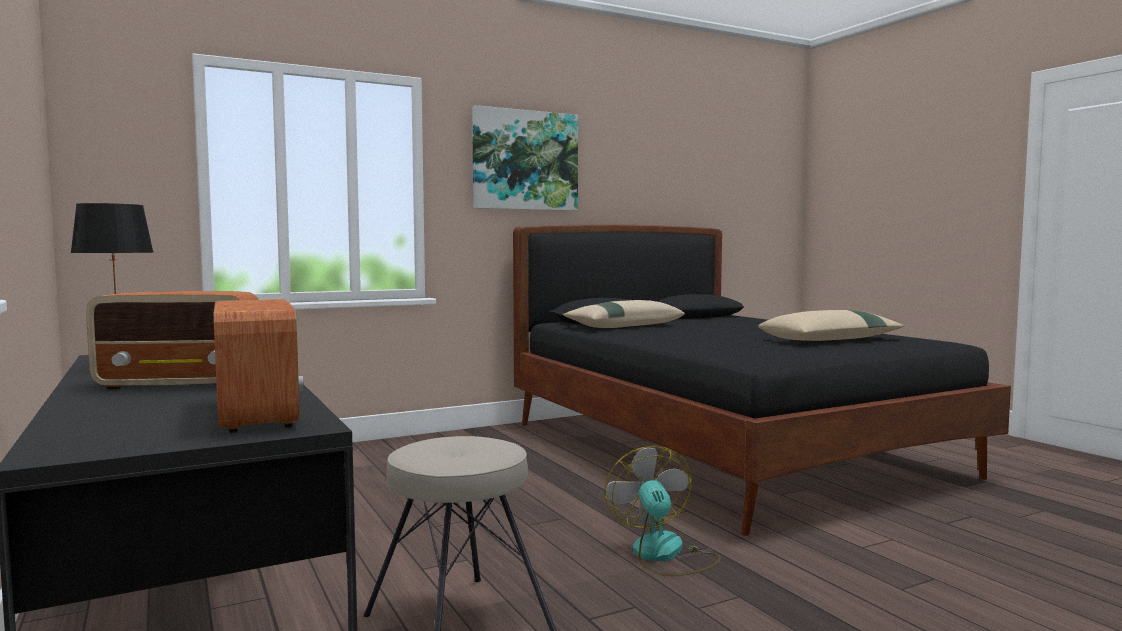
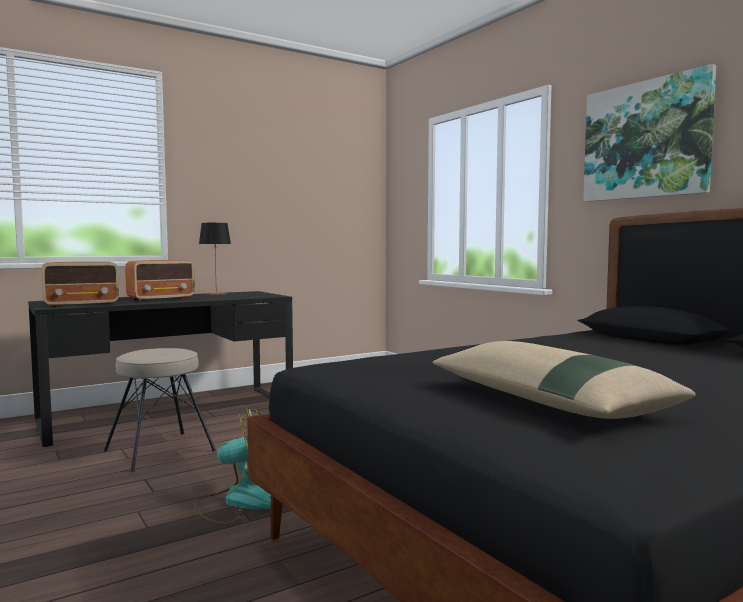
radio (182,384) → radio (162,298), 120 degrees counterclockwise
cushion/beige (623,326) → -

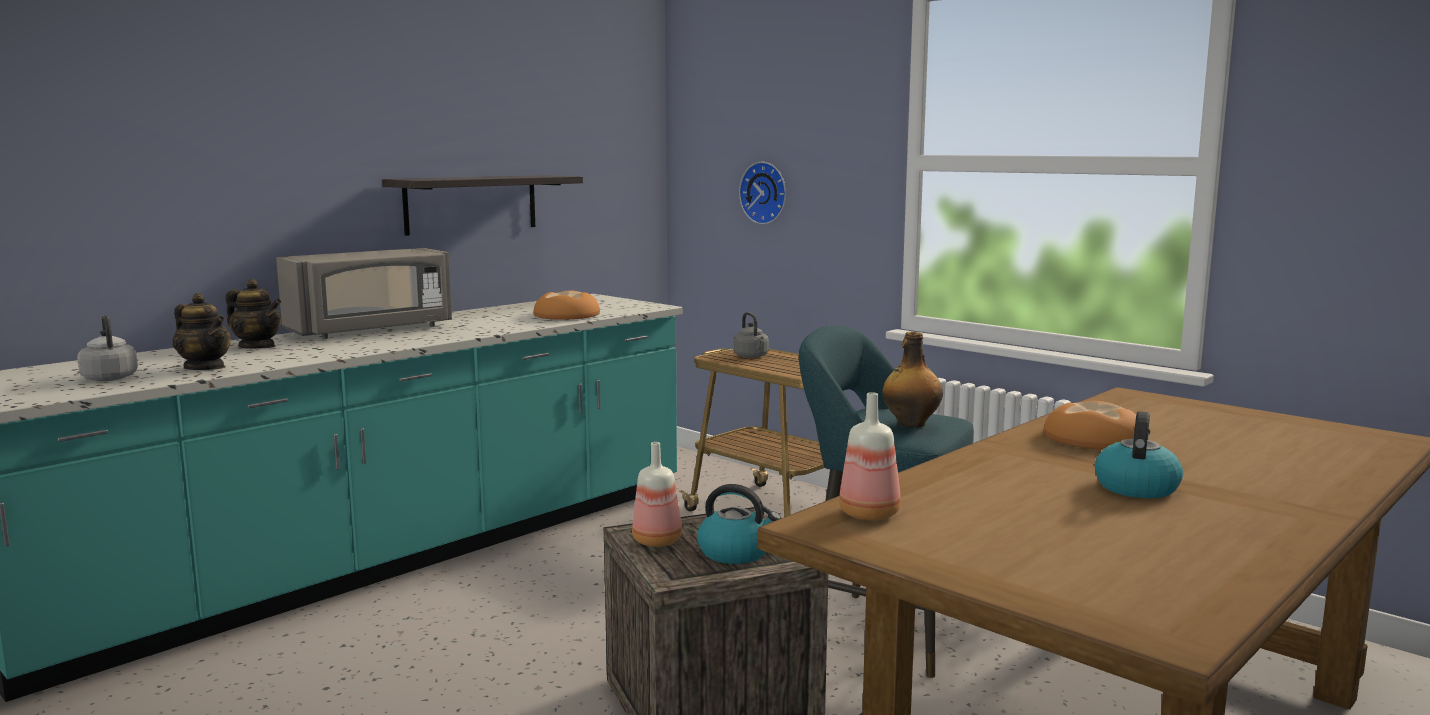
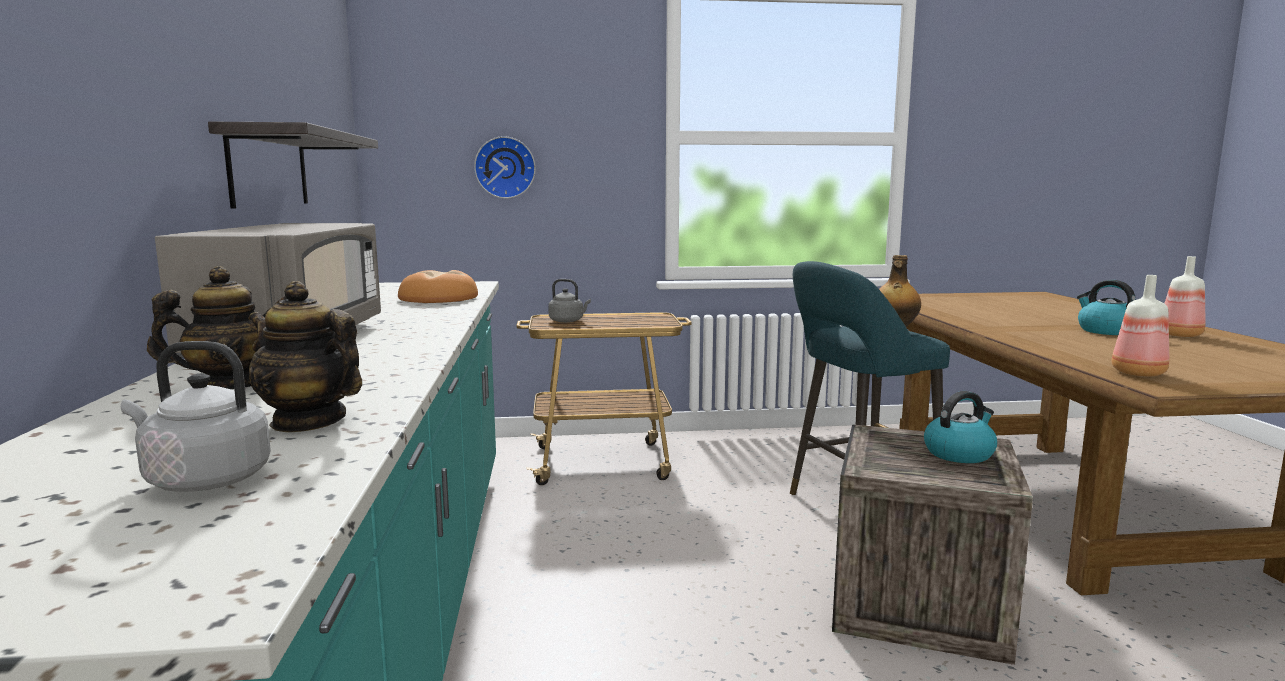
pot for tea (205,368) → pot for tea (308,421), 135 degrees counterclockwise
baked bread (1094,438) → -
drink bottle (657,540) → drink bottle (1178,335), moved

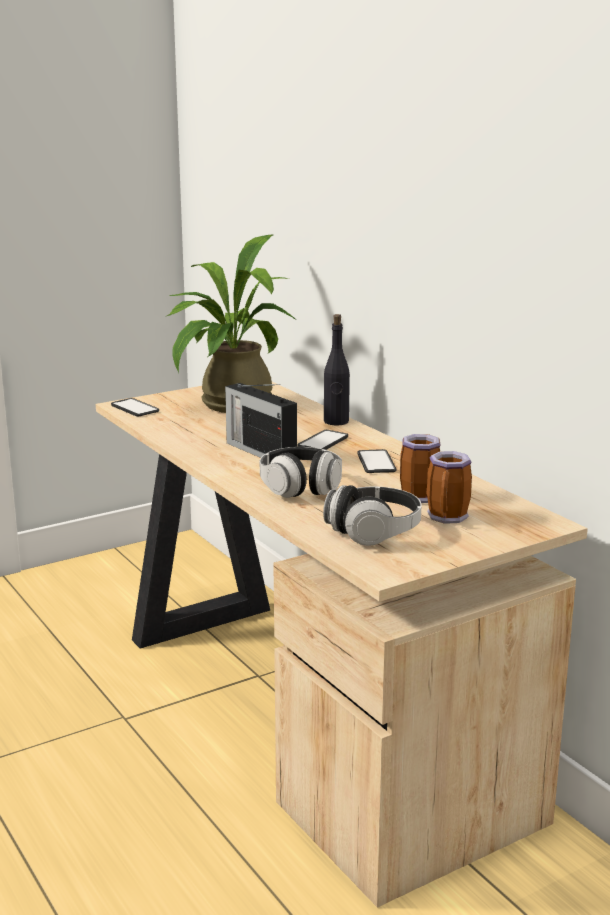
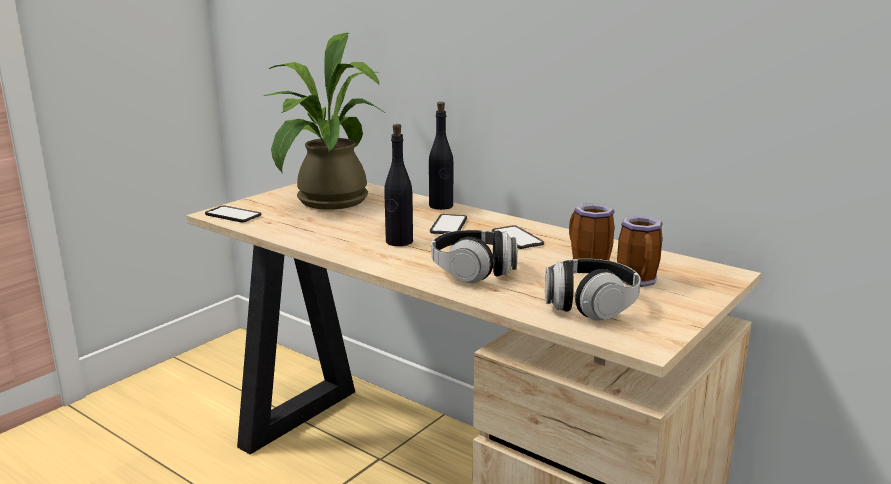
radio (260,452) → drink bottle/black (399,242)

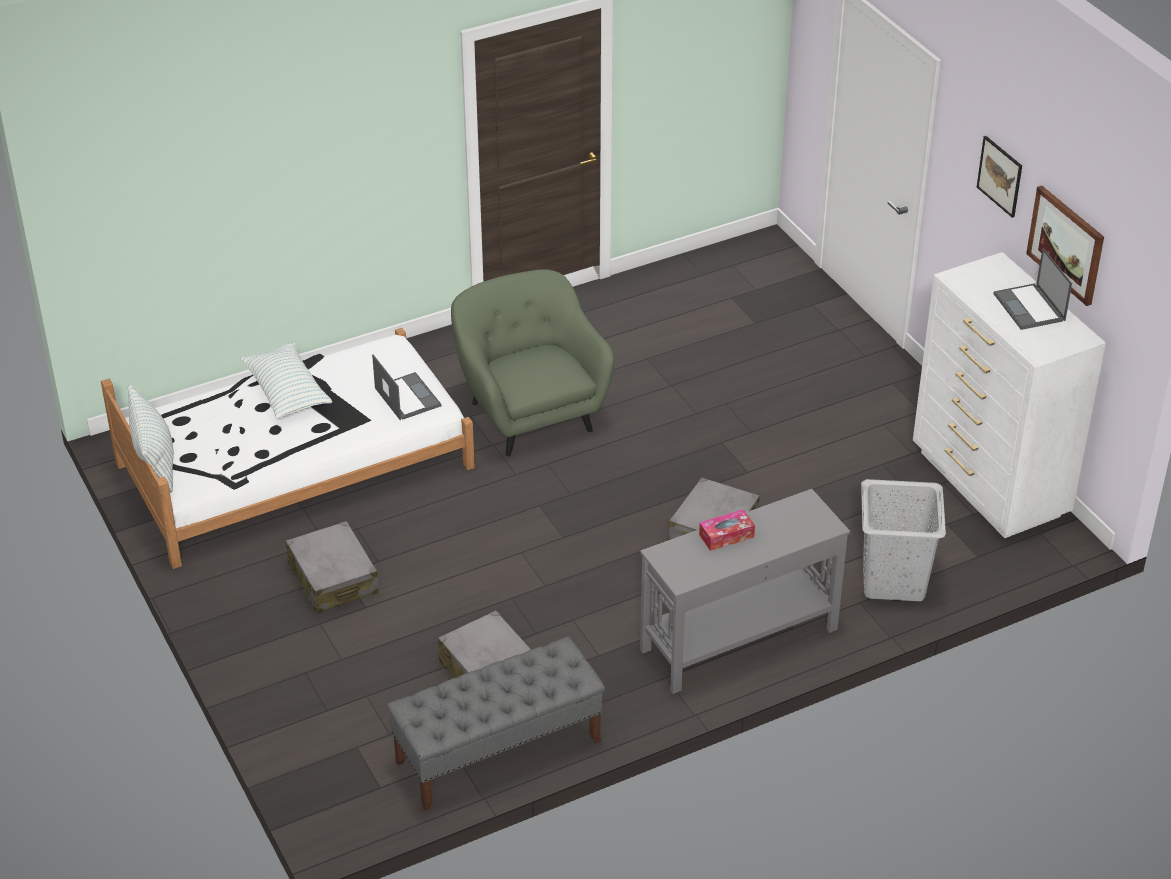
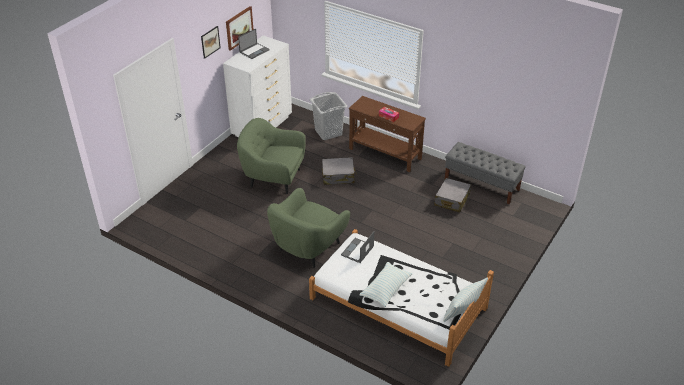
hall table/grey (737,639) → hall table/brown-coloured (385,154)
travel case/grey (333,578) → -
- → armchair/green (273,178)

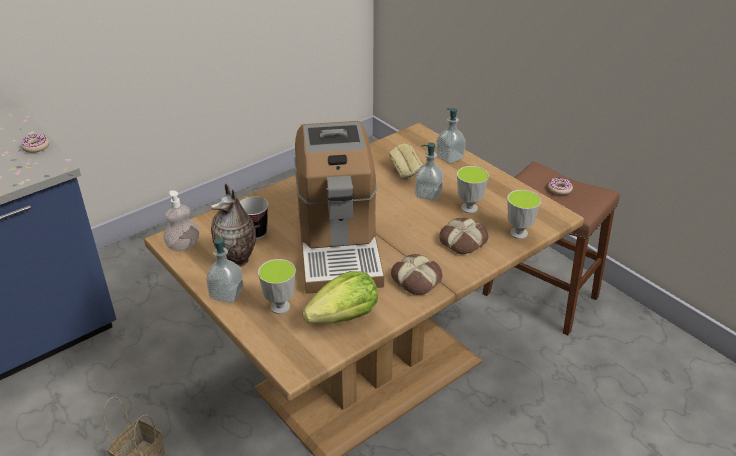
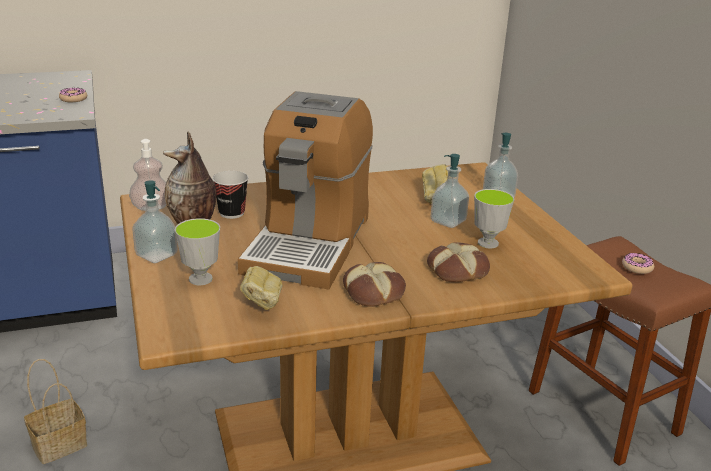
drinking cup (518,233) → -
lettuce head (344,317) → baked bread (262,305)

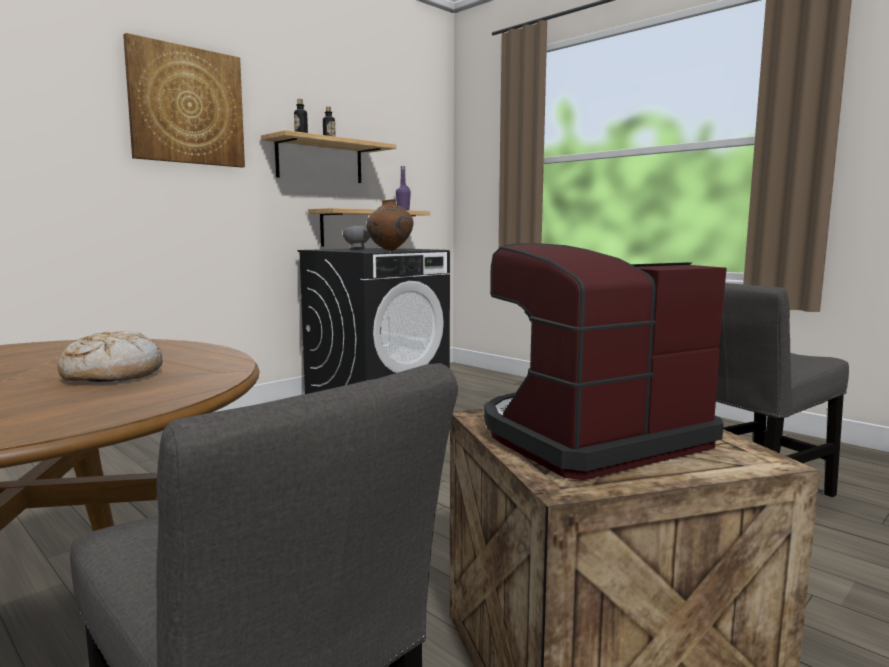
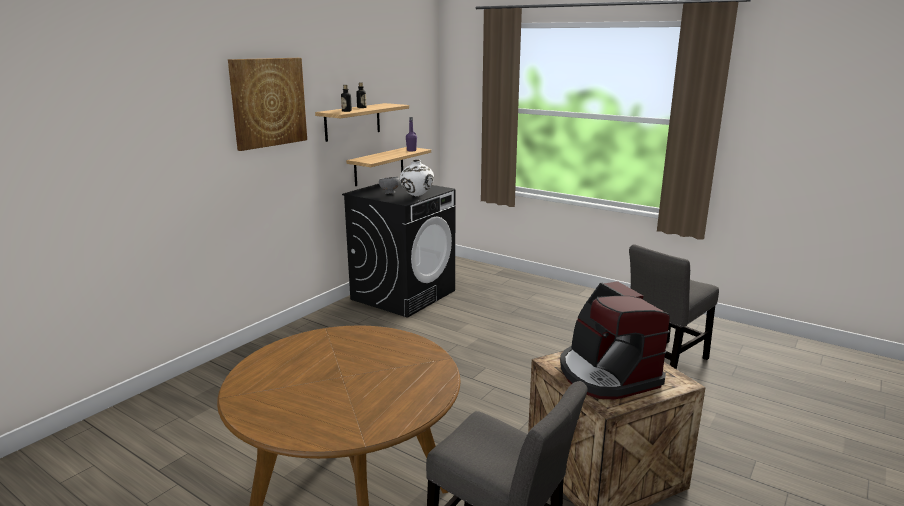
flower vase/brown-coloured (390,250) → flower vase/white-coloured (417,196)
coffee brewer (590,438) → coffee brewer (607,374), 75 degrees counterclockwise
baked bread (112,375) → -

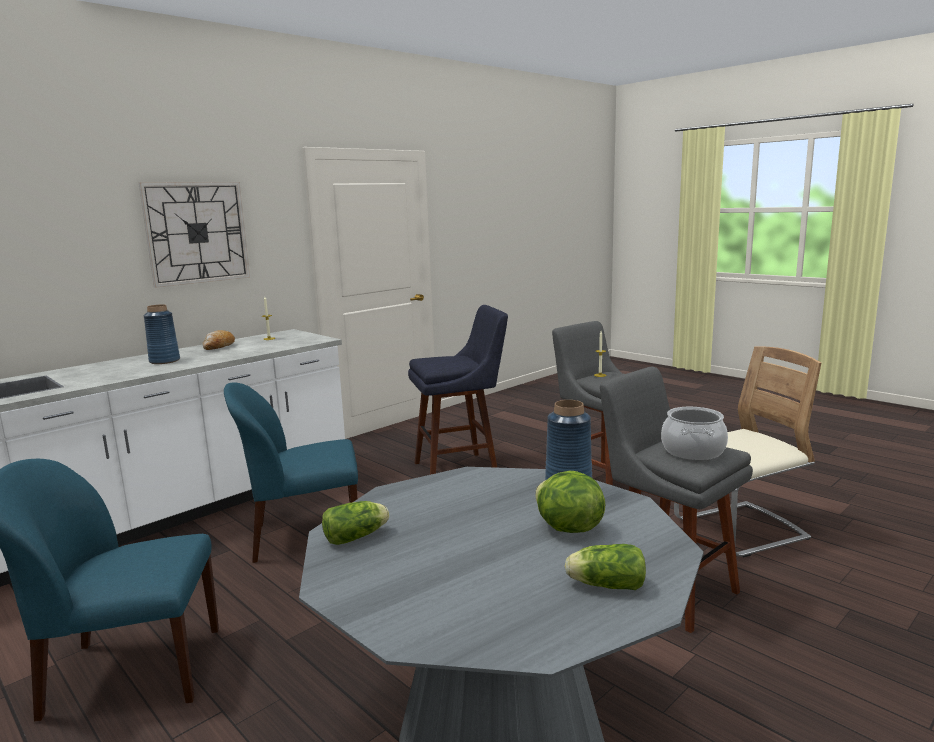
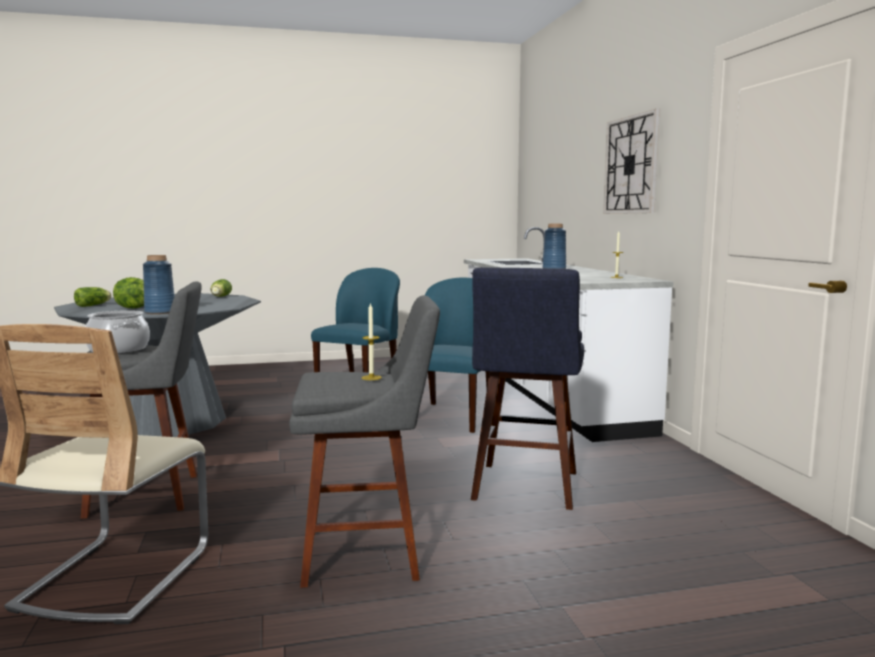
baked bread (218,347) → -

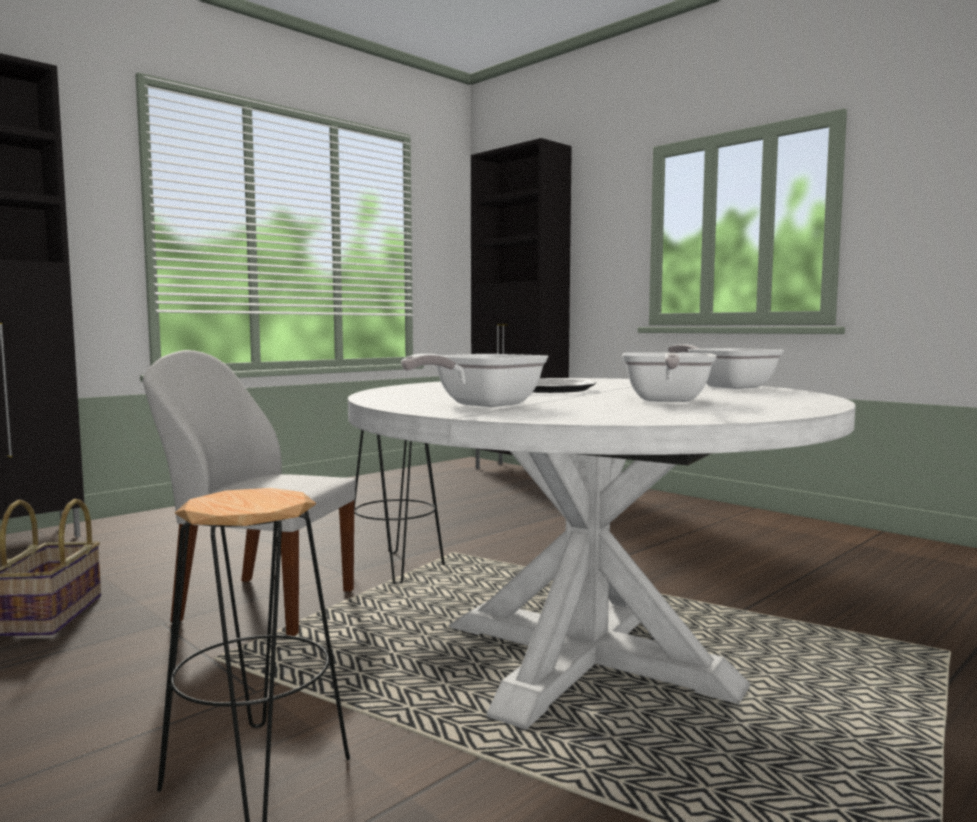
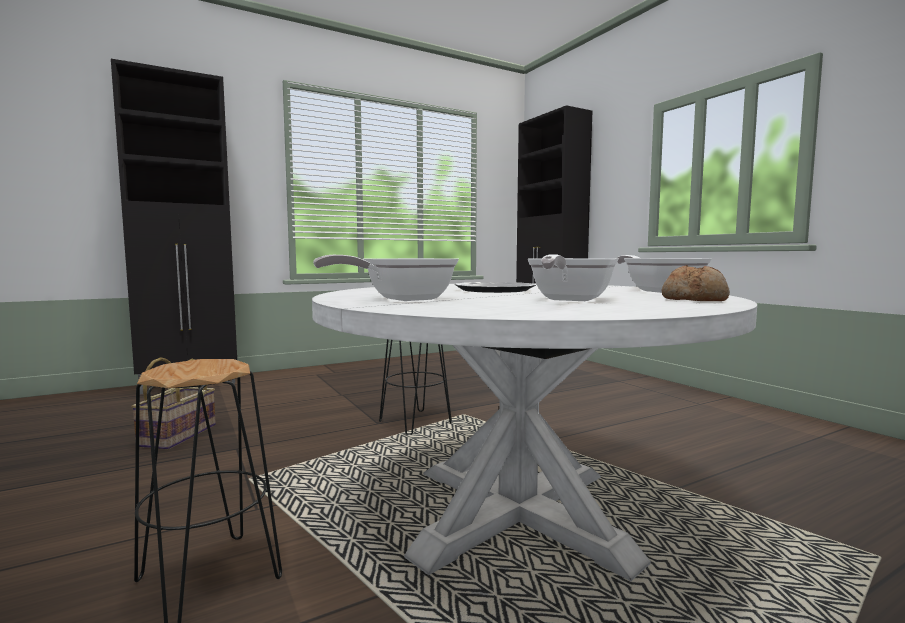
upright chair/white-coloured (262,605) → -
- → baked bread (695,299)

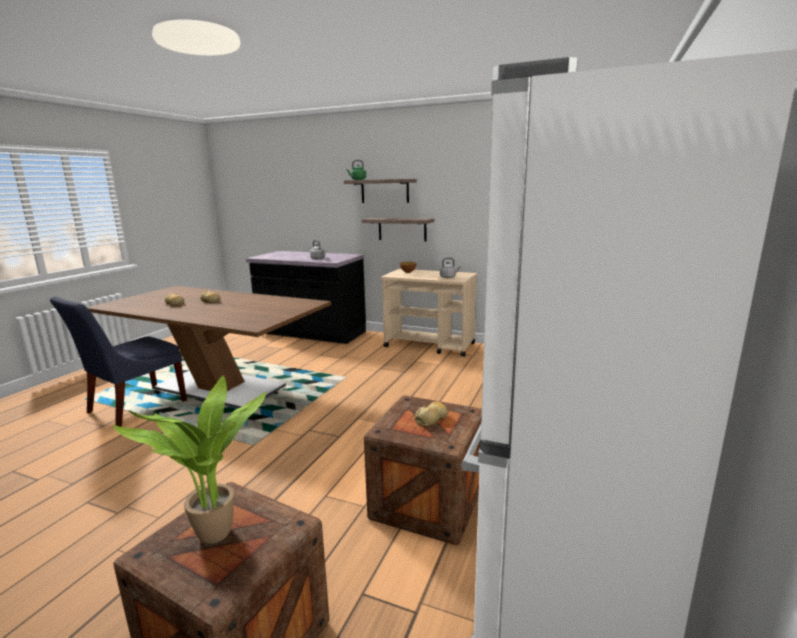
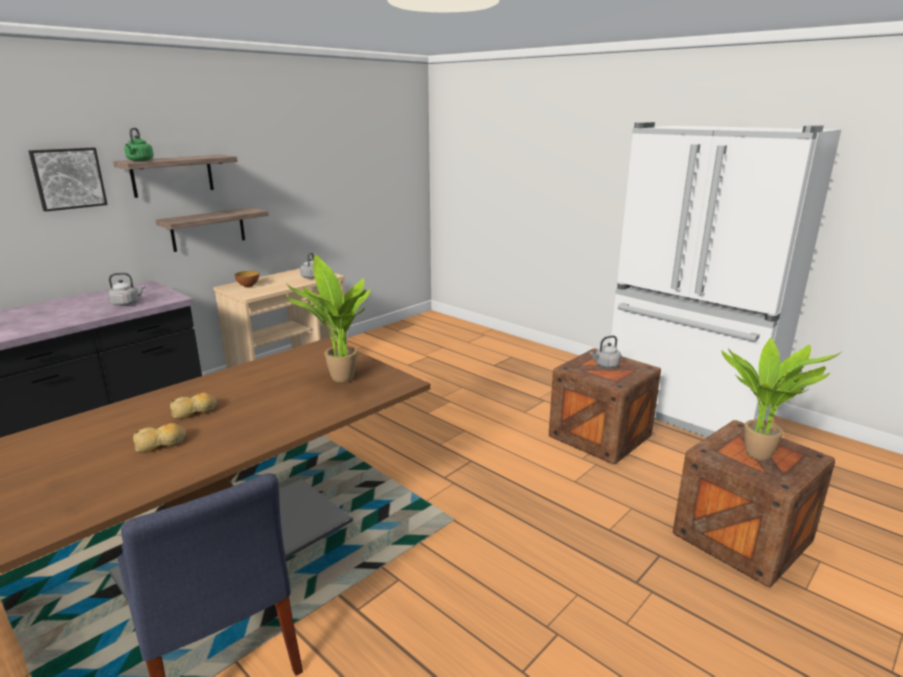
baked bread (432,419) → water kettle/grey (605,365)
- → wall picture (68,178)
- → potted plant (338,379)

